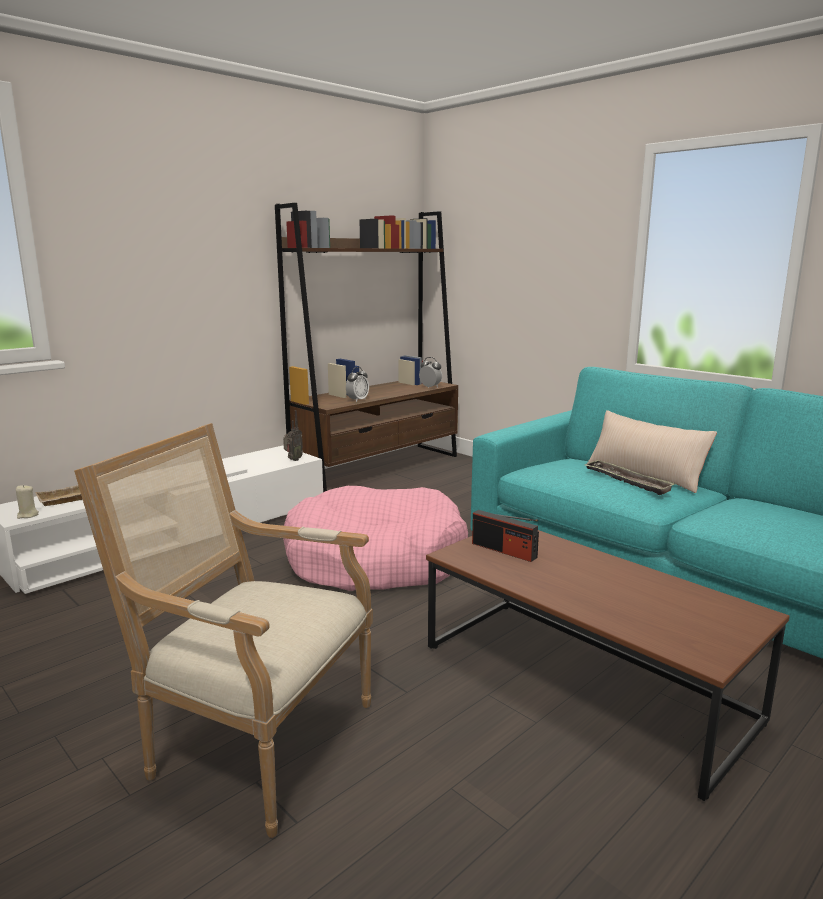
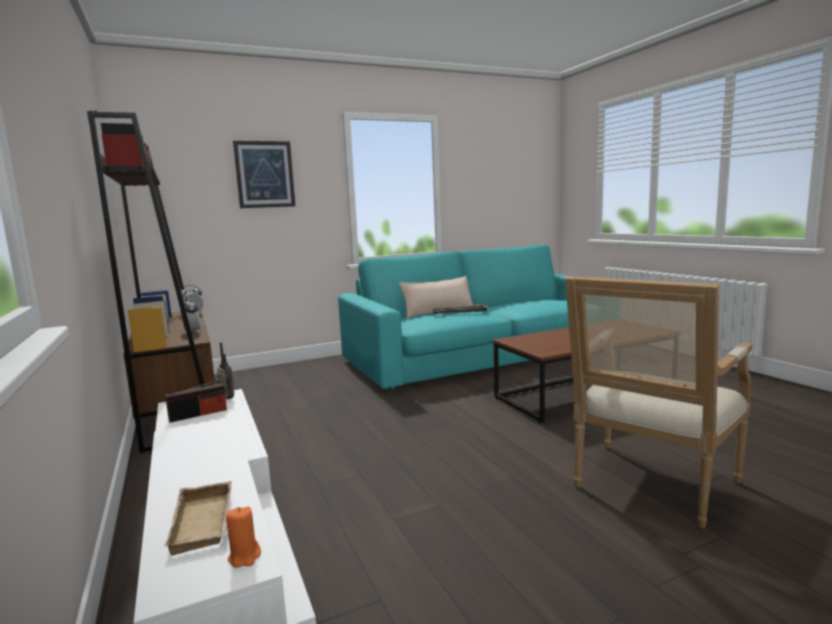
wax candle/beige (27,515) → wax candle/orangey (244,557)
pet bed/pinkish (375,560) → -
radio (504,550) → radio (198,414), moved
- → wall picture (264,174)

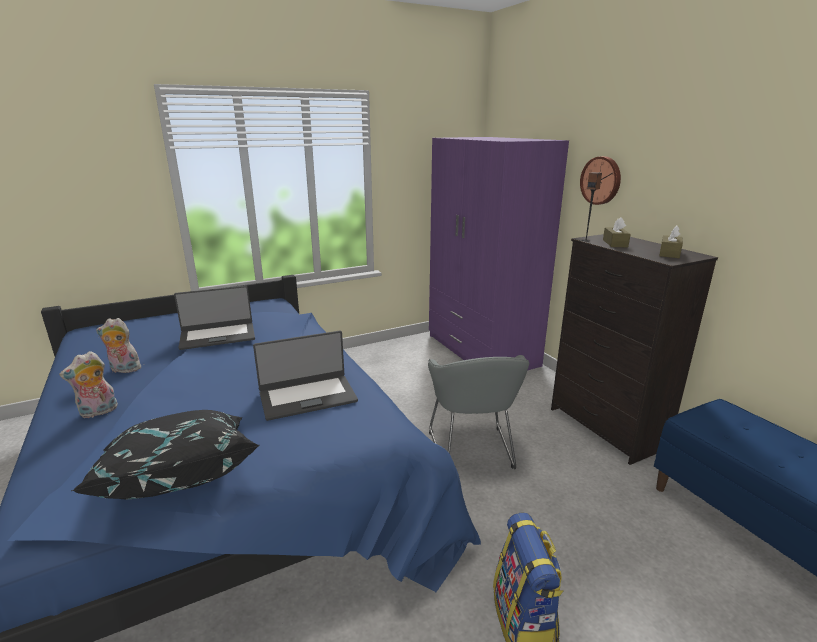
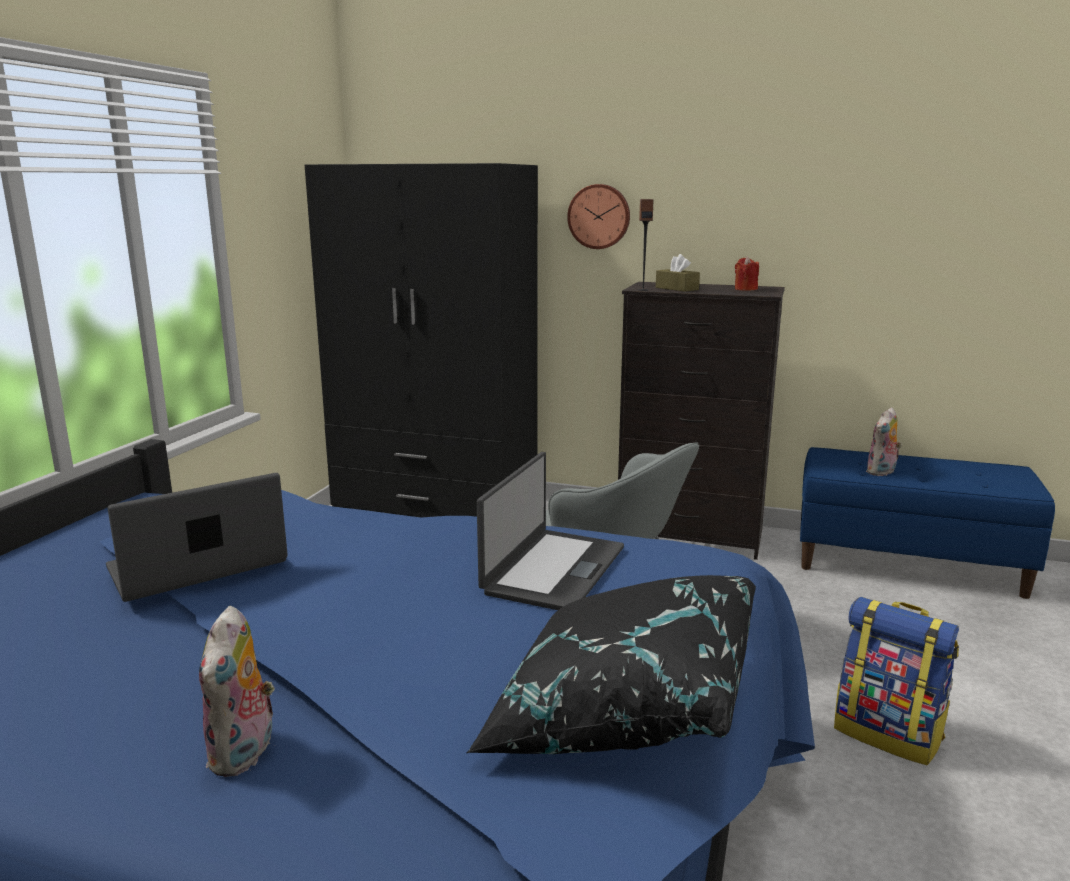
armoire/purplish (481,350) → armoire/black (437,509)
box of tissues/brown-coloured (669,253) → wax candle/red-coloured (745,289)
laptop (218,336) → laptop (198,566), 150 degrees counterclockwise
cuddly toy (124,370) → cuddly toy (882,472), moved

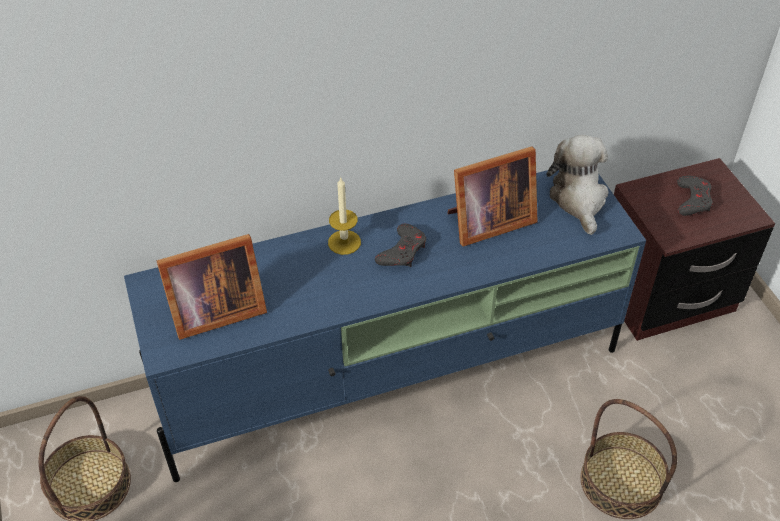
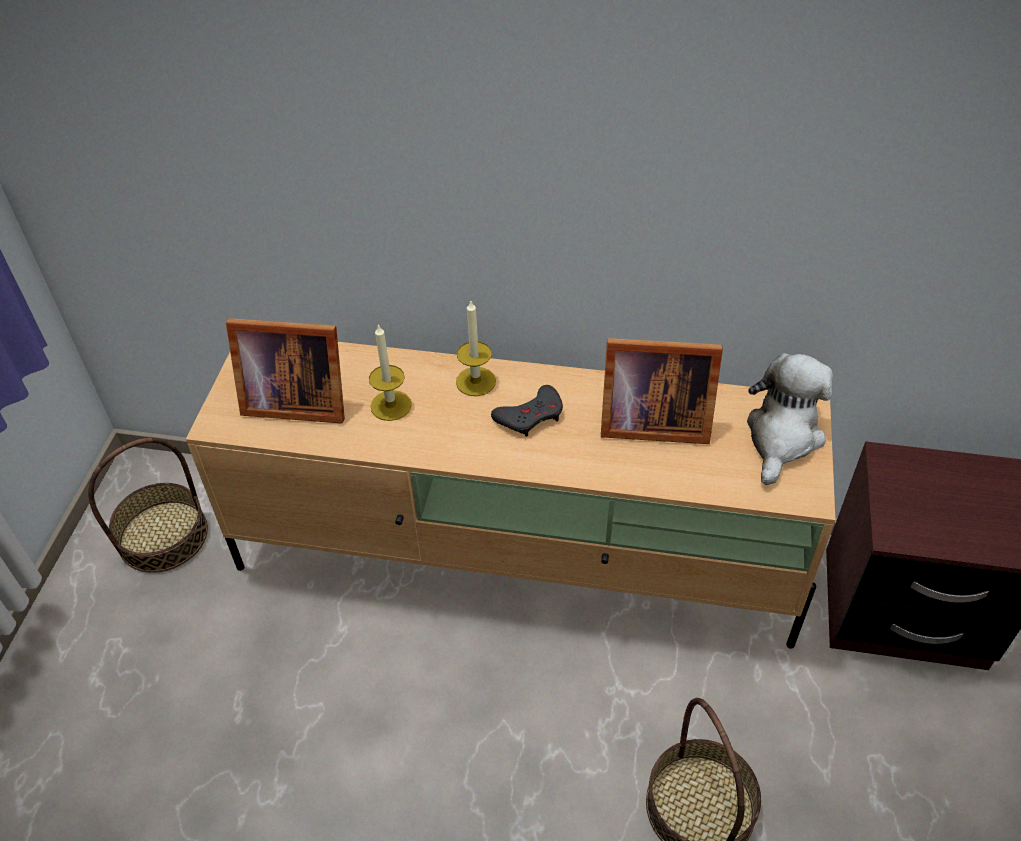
tv unit/blue-coloured (393,375) → tv unit/beige (518,560)
game controller/grey (693,199) → -
- → wax candle (391,405)

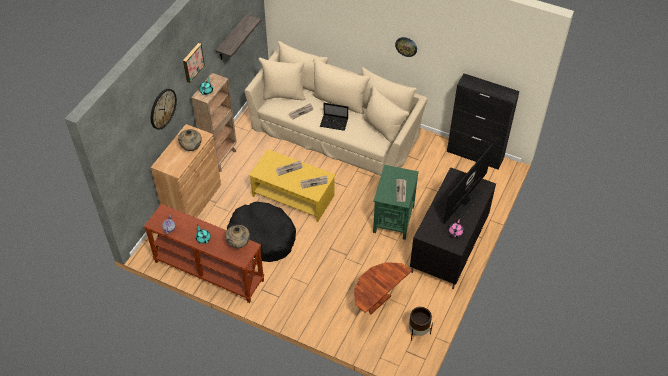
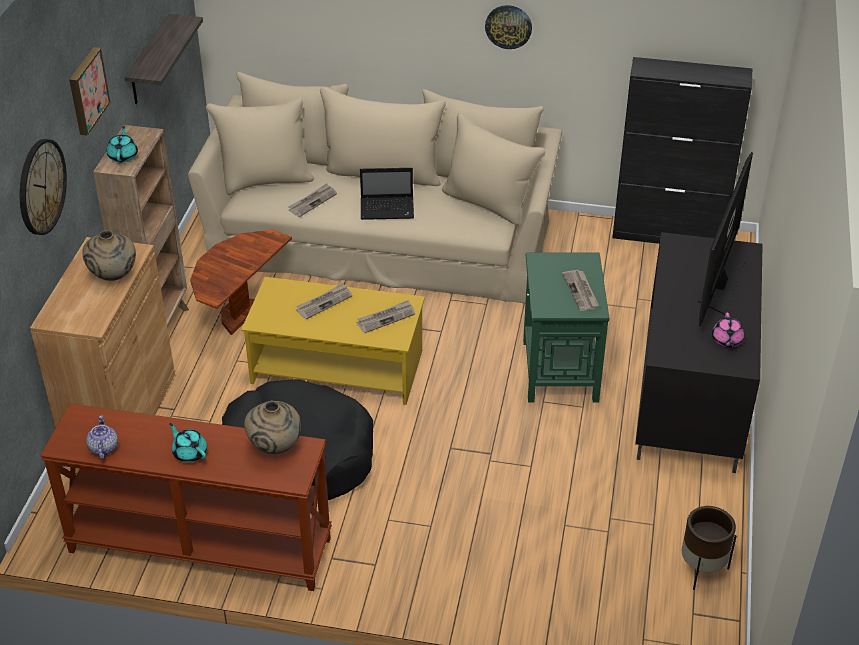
end table/brown-coloured (377,302) → end table/brown-coloured (240,315), moved

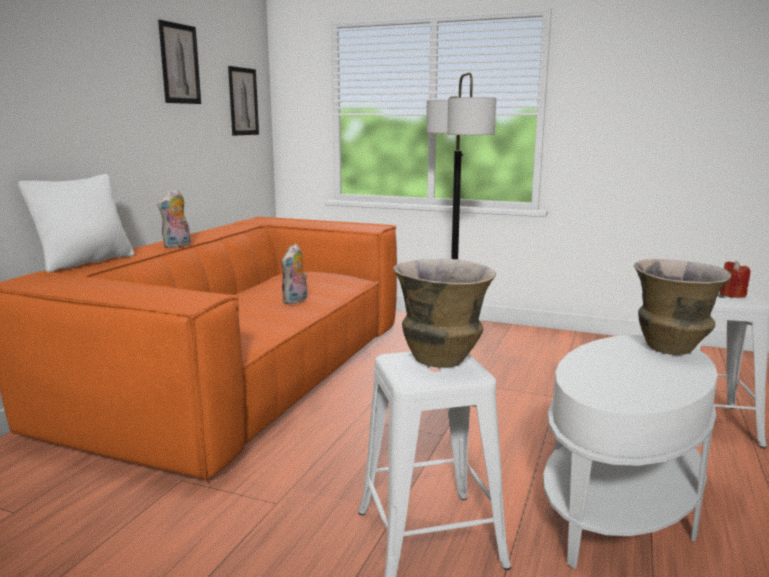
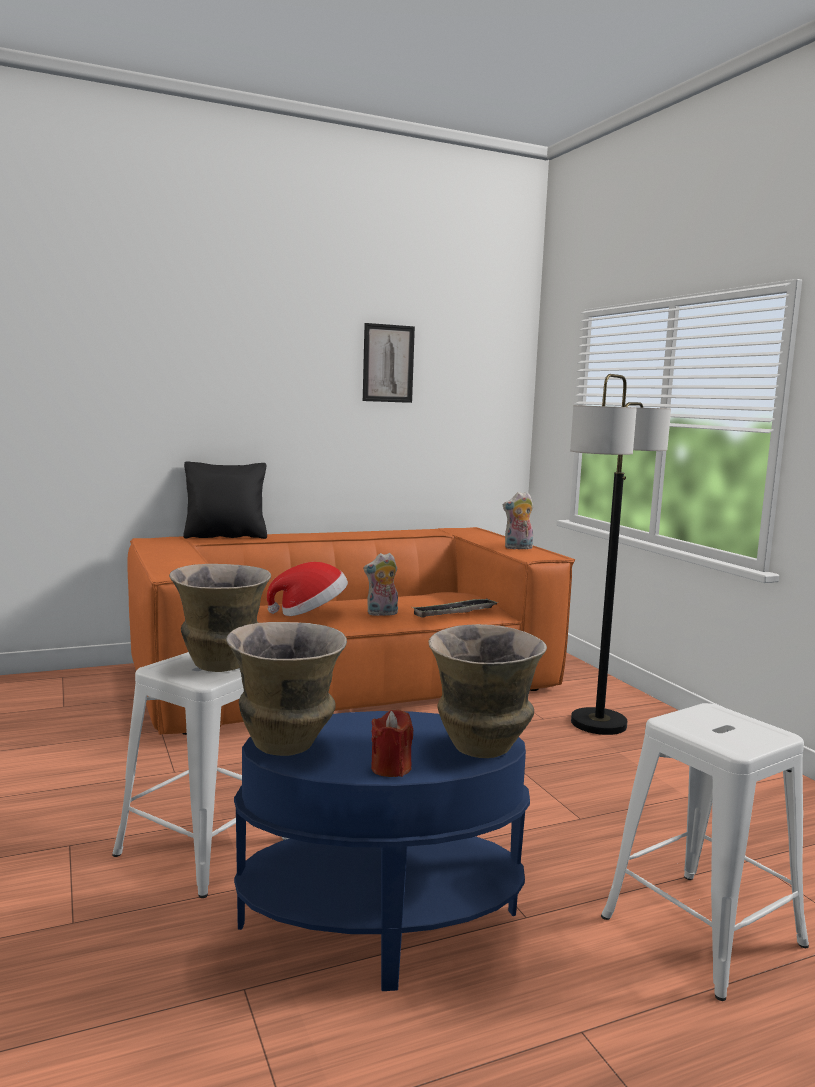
wall picture (243,101) → -
cushion/white-coloured (86,262) → cushion/black (225,536)
cuddly toy (177,246) → cuddly toy (518,548), moved
wax candle/red-coloured (732,294) → wax candle/red-coloured (391,768), moved
end table/white-coloured (619,511) → end table/blue-coloured (380,927)
- → clothing hat (310,613)
- → carrying tray (455,612)
- → flower vase (287,745)

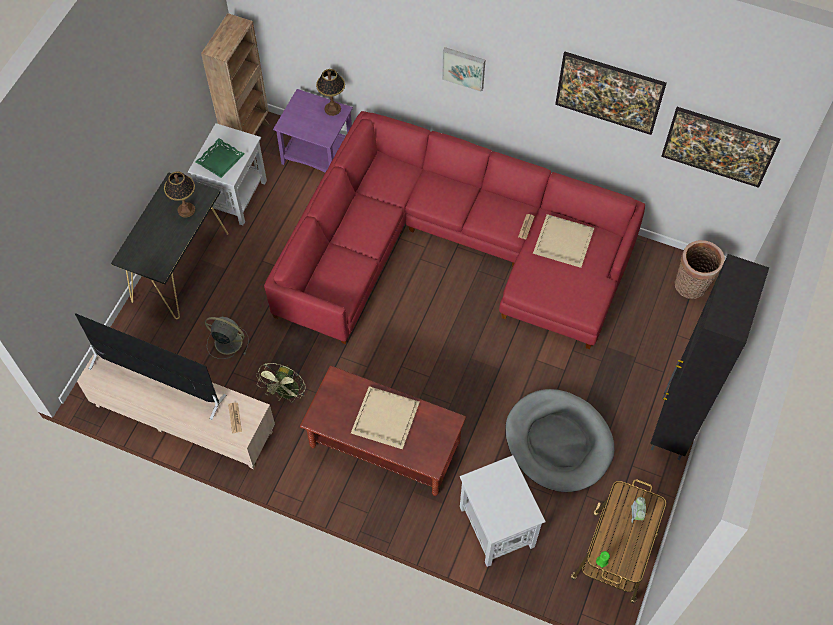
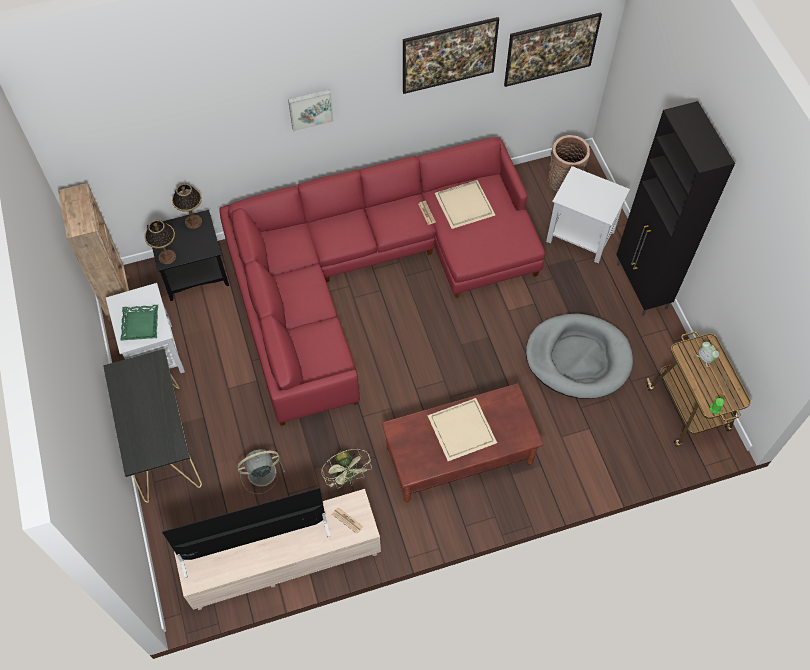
end table/purplish (318,154) → end table/black (194,273)
tabletop lamp (186,210) → tabletop lamp (167,257), moved
end table/white-coloured (496,525) → end table/white-coloured (579,236), moved

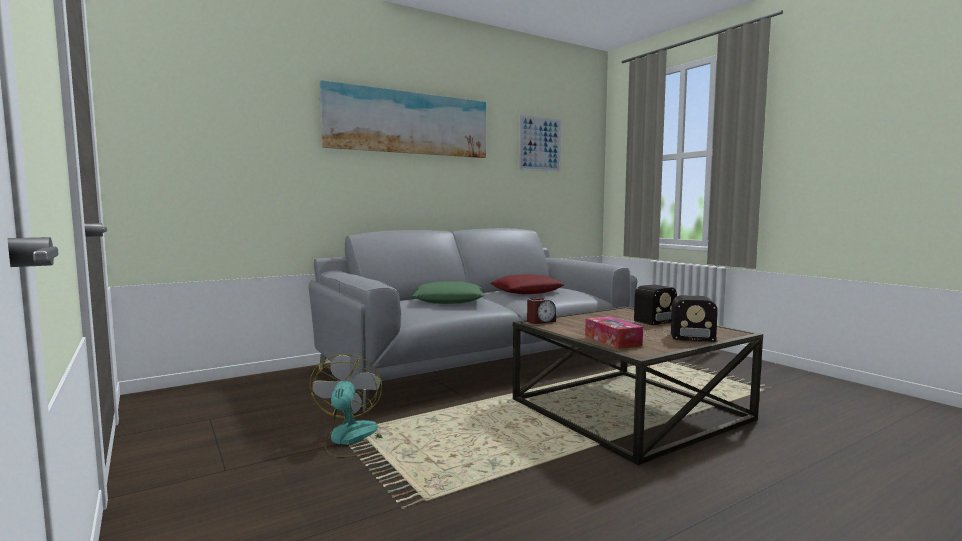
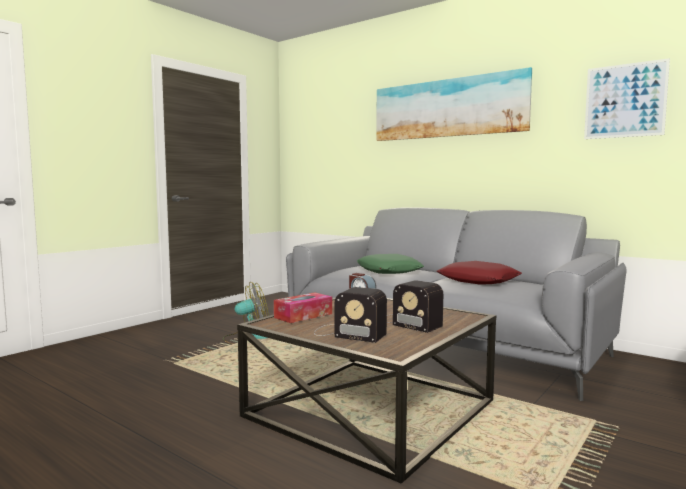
radio (676,336) → radio (347,333), 60 degrees counterclockwise

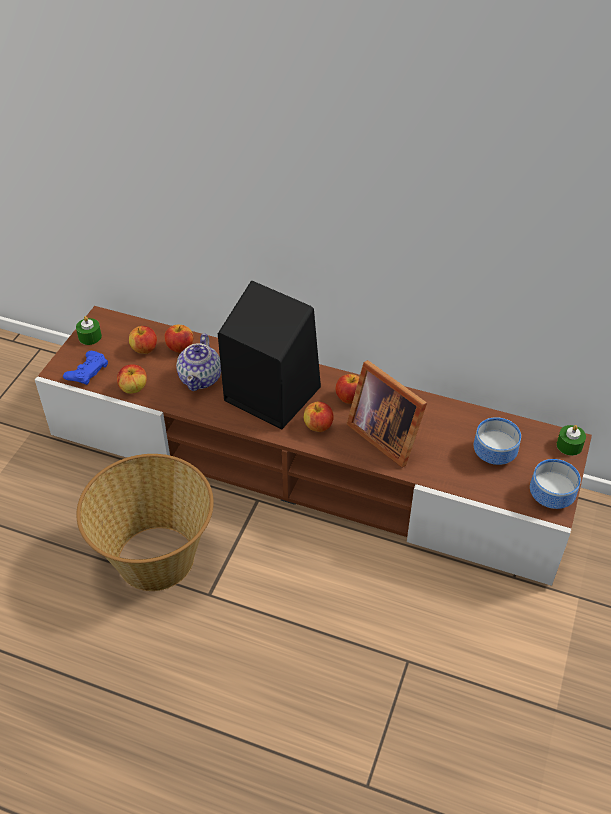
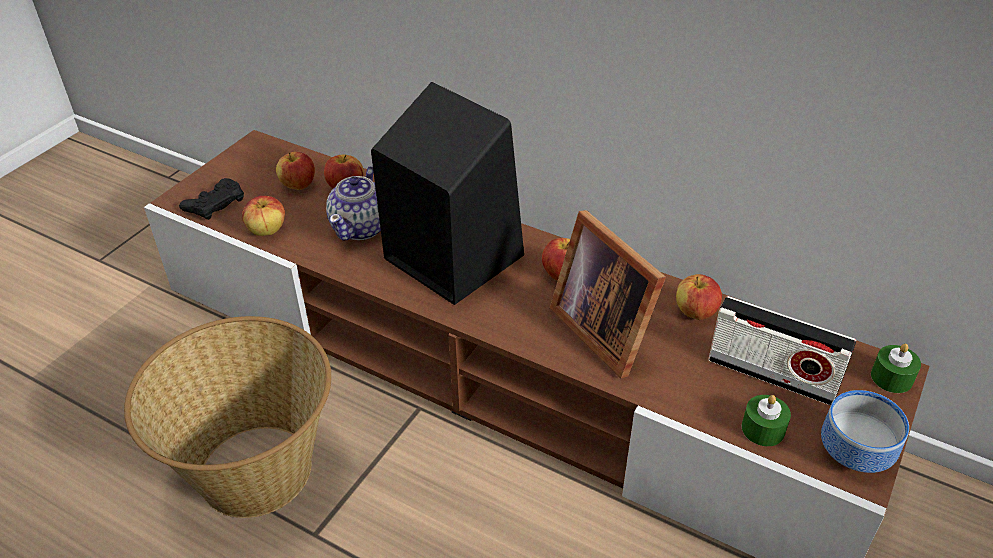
wax candle/green (90,337) → wax candle/green (763,429), moved
game controller/blue-coloured (87,371) → game controller/black (214,203)
whole apple (318,426) → whole apple (695,312), moved
bowl (496,453) → radio (771,375)

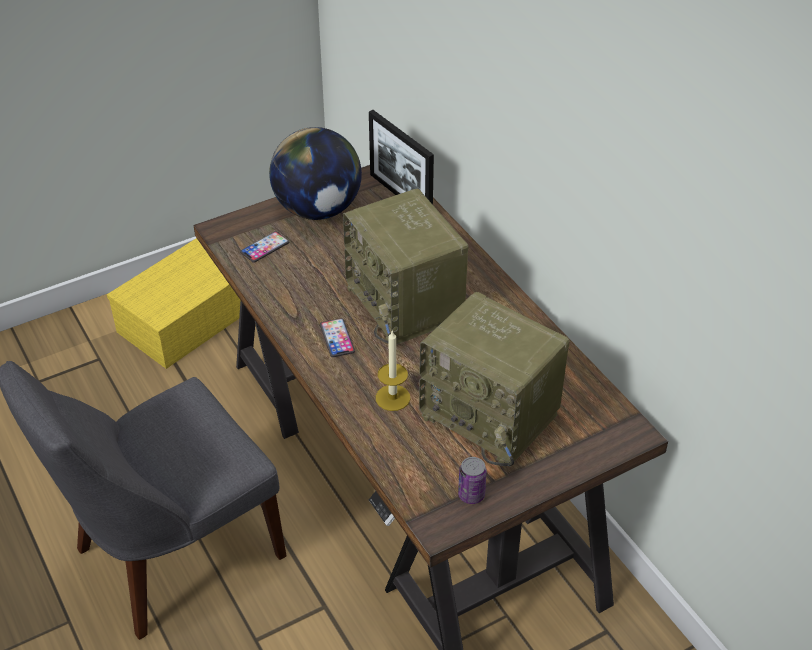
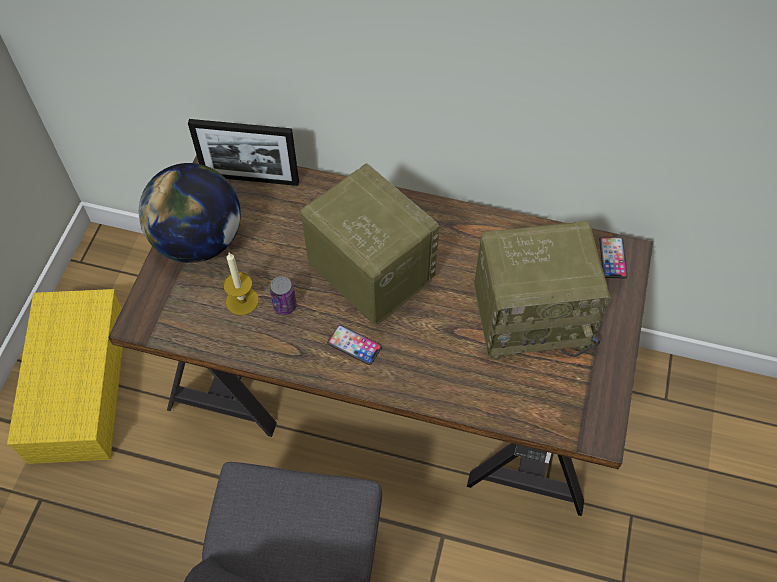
radio (406,303) → radio (368,272), 150 degrees counterclockwise
phone (265,247) → phone (612,258), moved
wax candle (392,398) → wax candle (242,301), moved
can (471,495) → can (285,305), moved

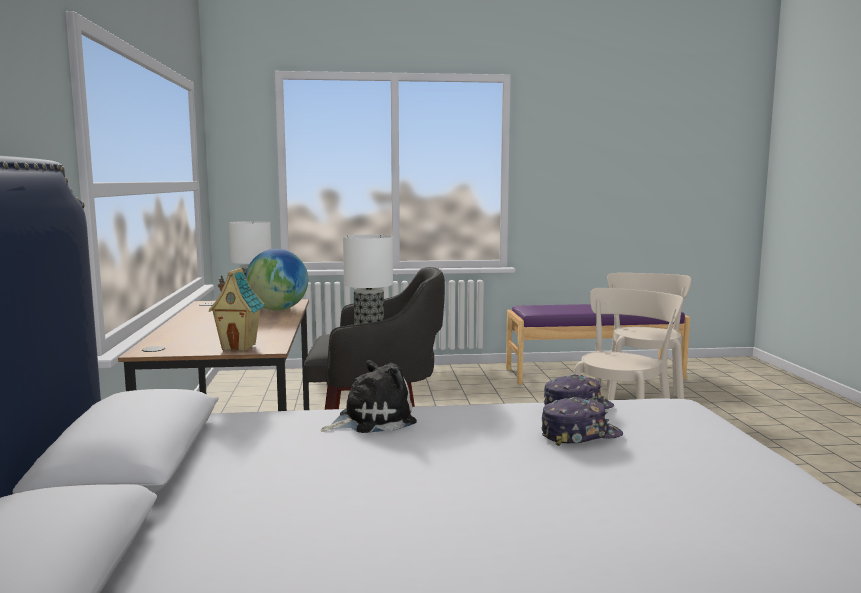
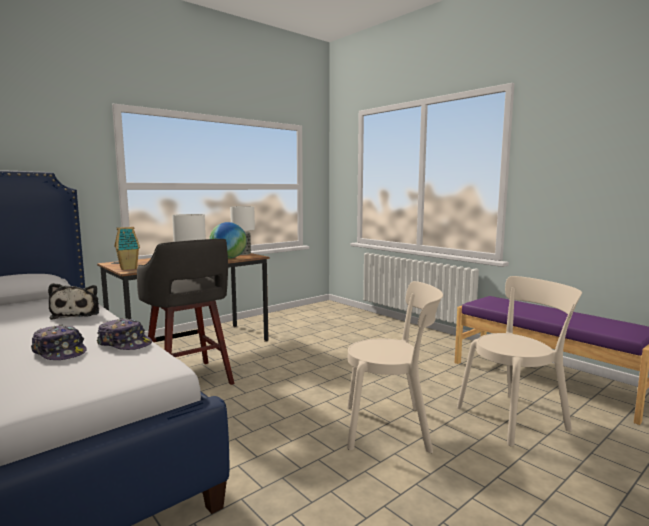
cuddly toy (371,420) → cuddly toy (77,314), 45 degrees clockwise

